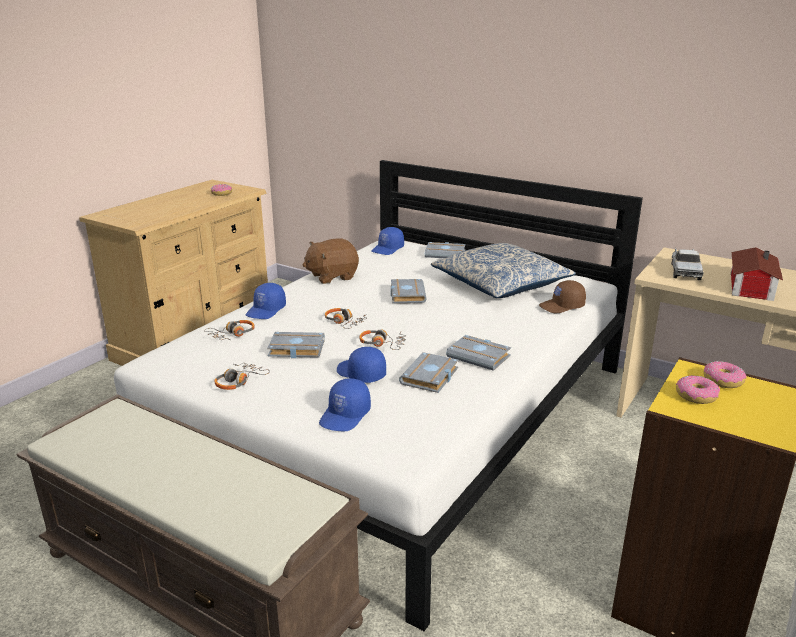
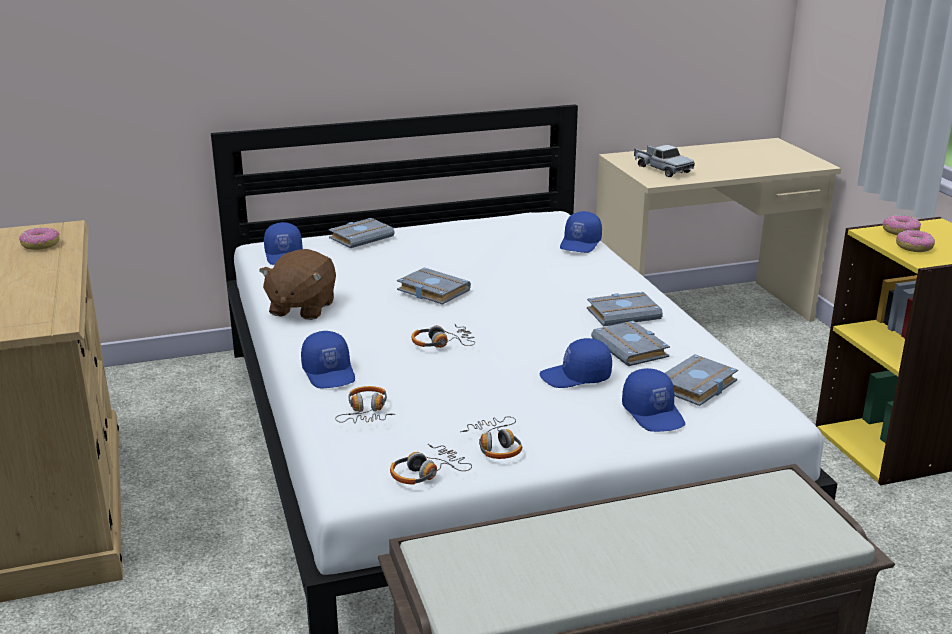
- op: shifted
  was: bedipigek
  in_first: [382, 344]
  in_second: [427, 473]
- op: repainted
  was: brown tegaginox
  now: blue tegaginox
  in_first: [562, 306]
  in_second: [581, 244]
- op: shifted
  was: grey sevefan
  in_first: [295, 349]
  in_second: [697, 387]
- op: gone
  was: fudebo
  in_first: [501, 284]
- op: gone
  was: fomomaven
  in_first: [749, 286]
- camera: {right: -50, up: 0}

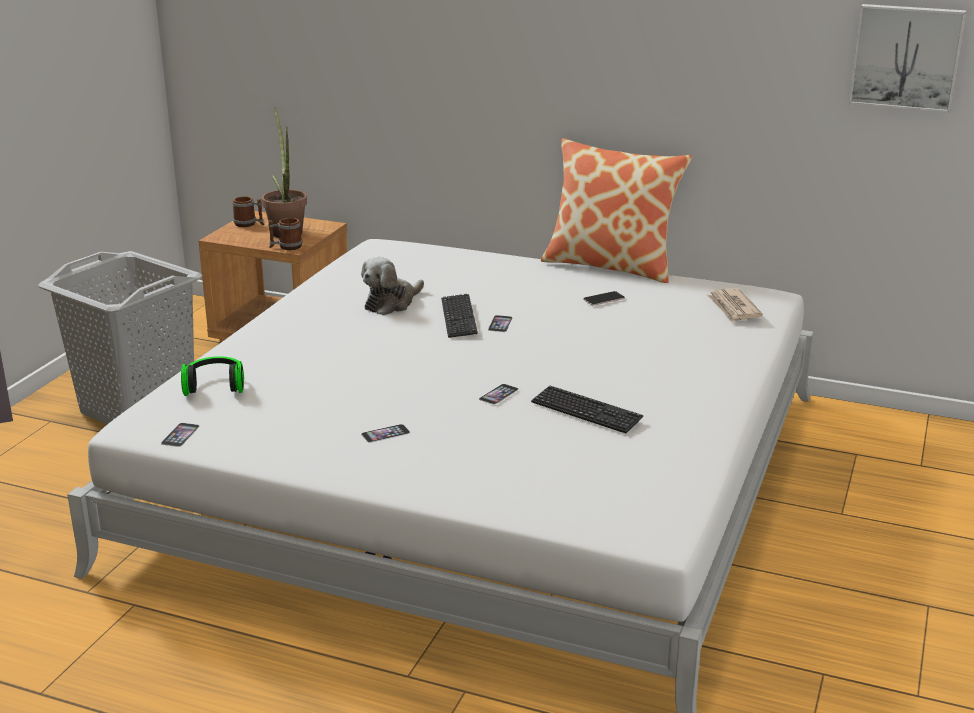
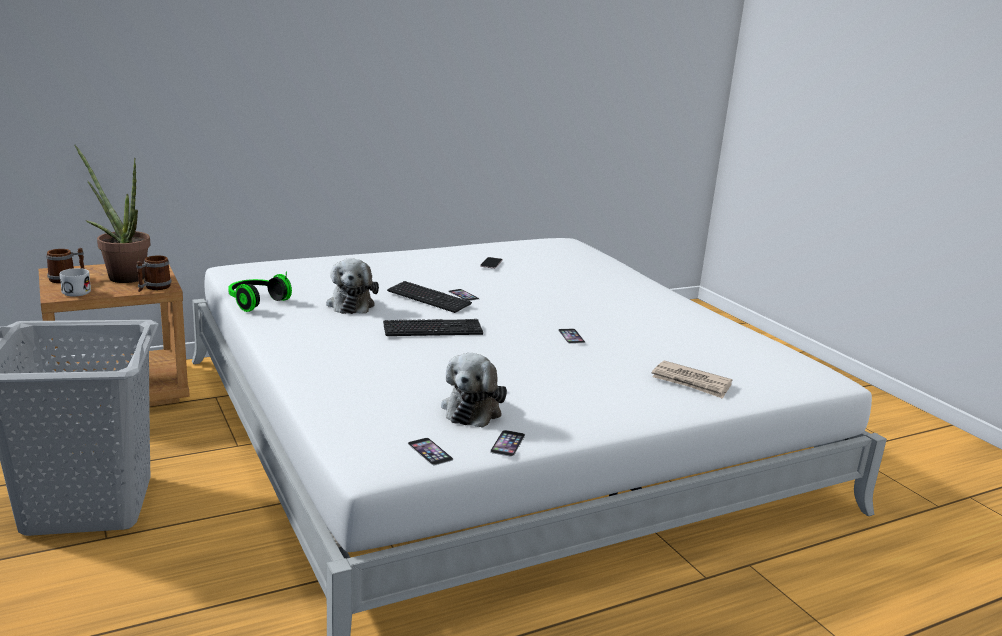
- op: new
  now: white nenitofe
  in_second: [76, 291]
- op: shifted
  was: bedipigek
  in_first: [215, 386]
  in_second: [255, 302]
- op: shifted
  was: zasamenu
  in_first: [586, 411]
  in_second: [432, 330]
- op: new
  now: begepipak
  in_second: [473, 409]
- op: shifted
  was: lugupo
  in_first: [385, 433]
  in_second: [507, 443]
- op: shifted
  was: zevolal
  in_first: [733, 308]
  in_second: [691, 382]
- op: gone
  was: fudebo
  in_first: [611, 265]
- op: gone
  was: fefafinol
  in_first: [906, 57]
- camera: {right: -50, up: -5}

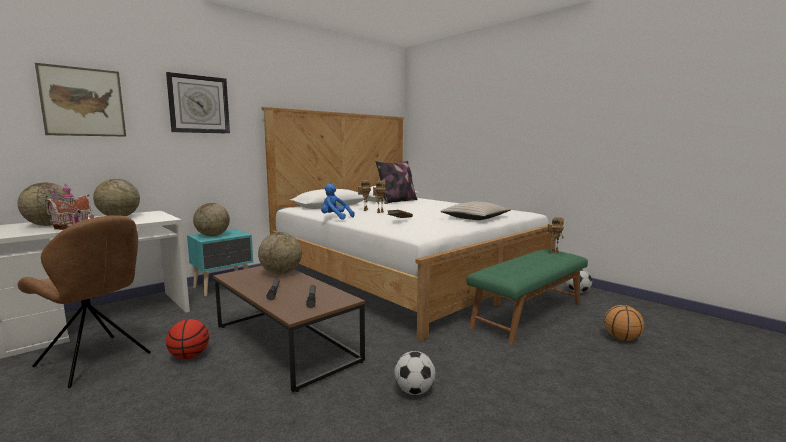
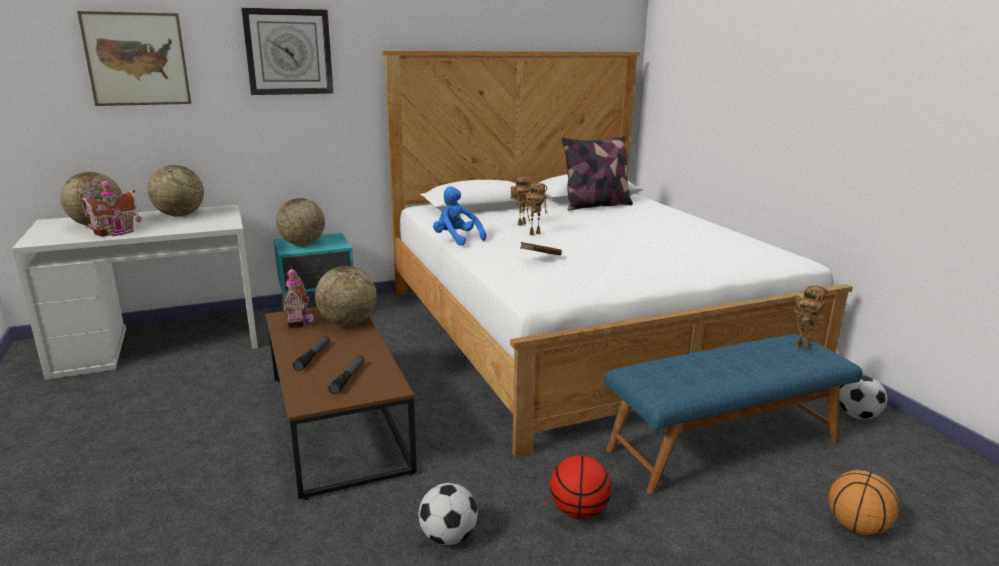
- op: new
  now: fomomaven
  in_second: [300, 321]
- op: shifted
  was: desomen
  in_first: [189, 356]
  in_second: [578, 511]
- op: repainted
  was: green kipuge
  now: blue kipuge
  in_first: [527, 314]
  in_second: [723, 444]
- op: gone
  was: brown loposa
  in_first: [95, 361]
- op: gone
  was: beige fudebo
  in_first: [475, 218]
- camera: {right: 20, up: 10}

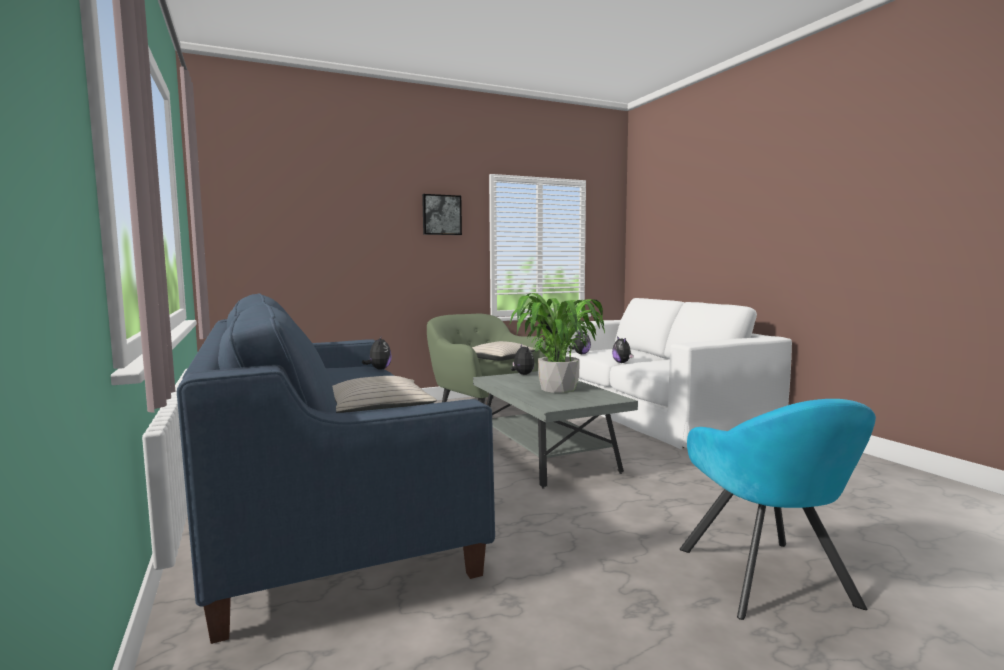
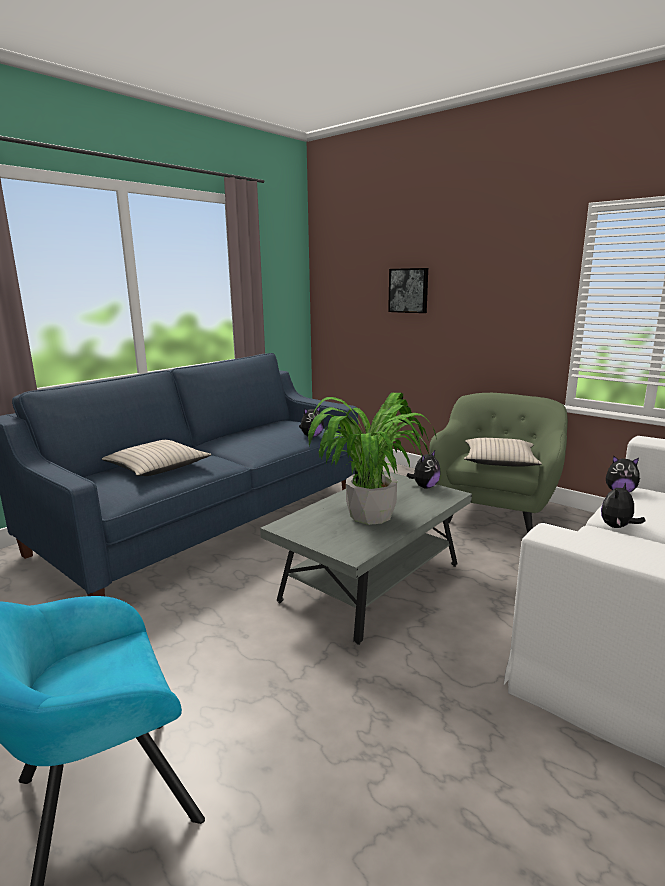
- op: shifted
  was: fefafinol
  in_first: [441, 215]
  in_second: [409, 290]
- camera: {right: 65, up: 10}

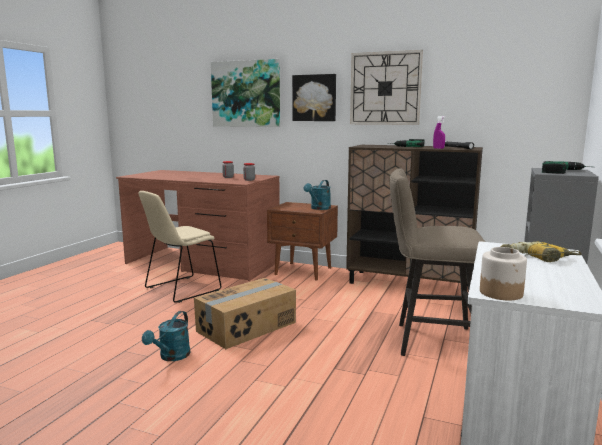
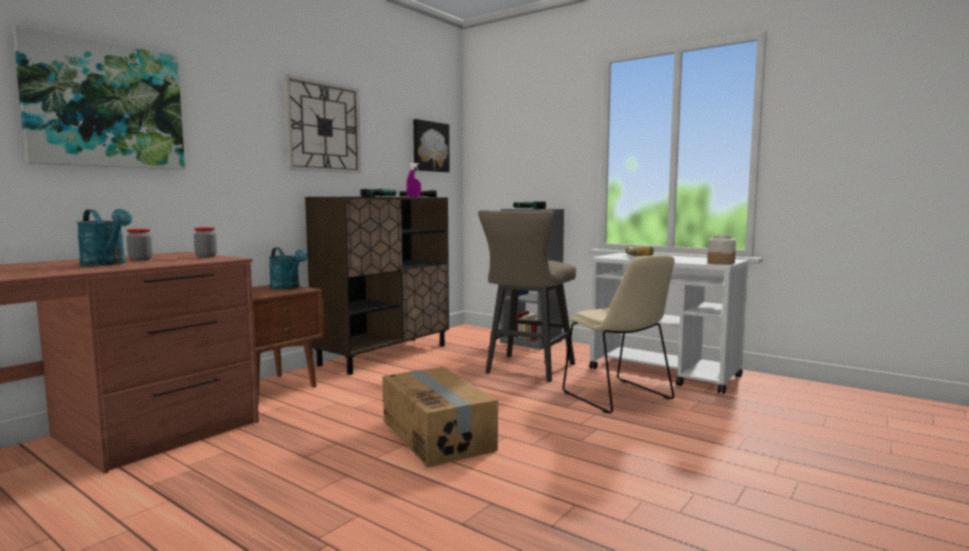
- op: shifted
  was: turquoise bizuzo
  in_first: [171, 357]
  in_second: [107, 264]
- op: shifted
  was: fefafinol
  in_first: [314, 98]
  in_second: [430, 146]
- op: shifted
  was: beige loposa
  in_first: [180, 290]
  in_second: [619, 397]
- camera: {right: -75, up: -5}

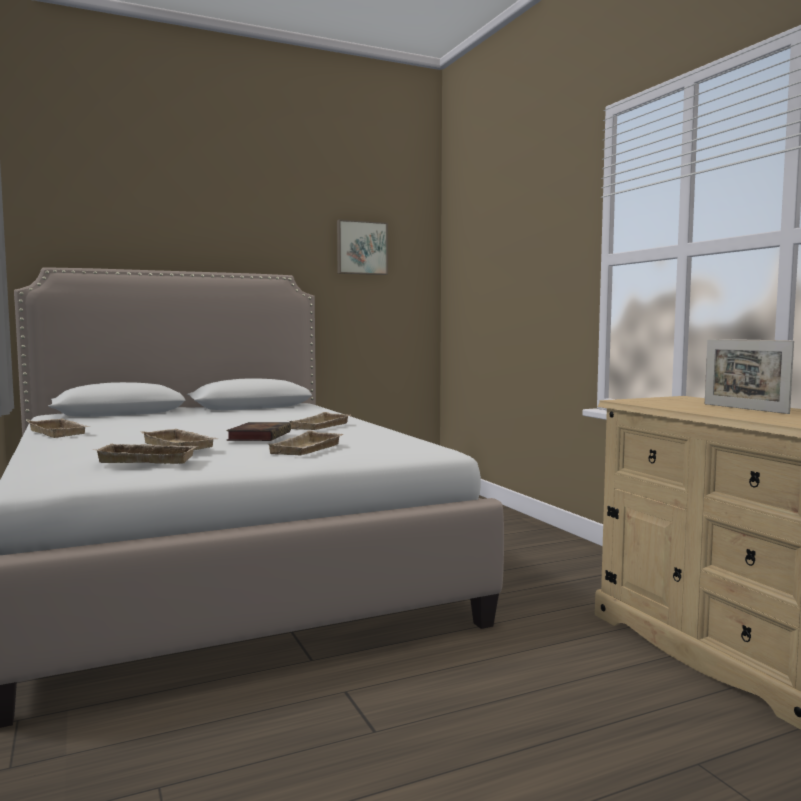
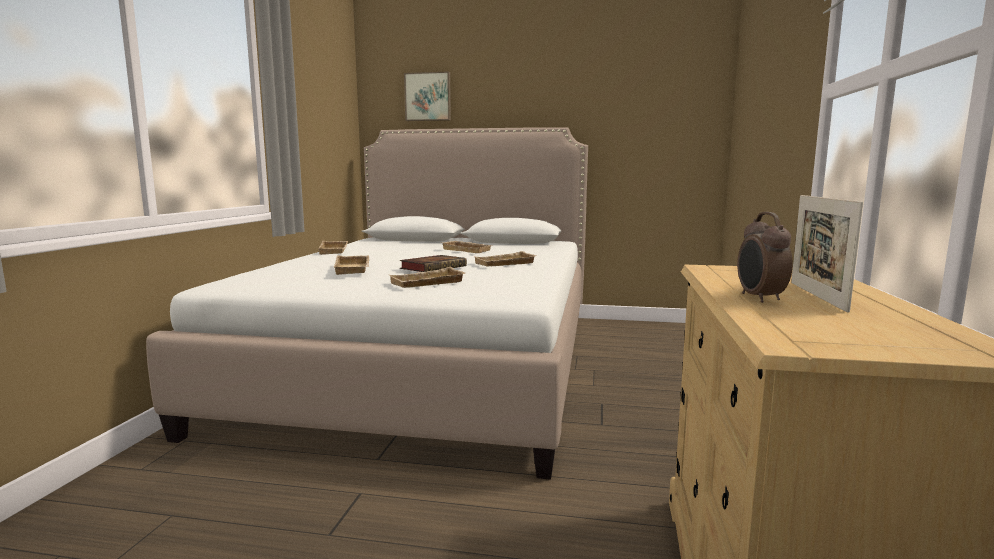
- op: shifted
  was: fefafinol
  in_first: [361, 248]
  in_second: [428, 97]
- op: shifted
  was: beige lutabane
  in_first: [150, 459]
  in_second: [468, 250]
- op: new
  now: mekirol
  in_second: [759, 298]
- camera: {right: 35, up: 5}

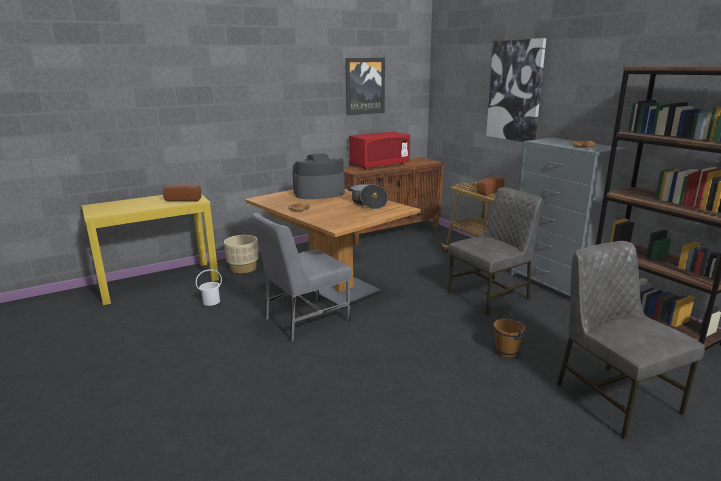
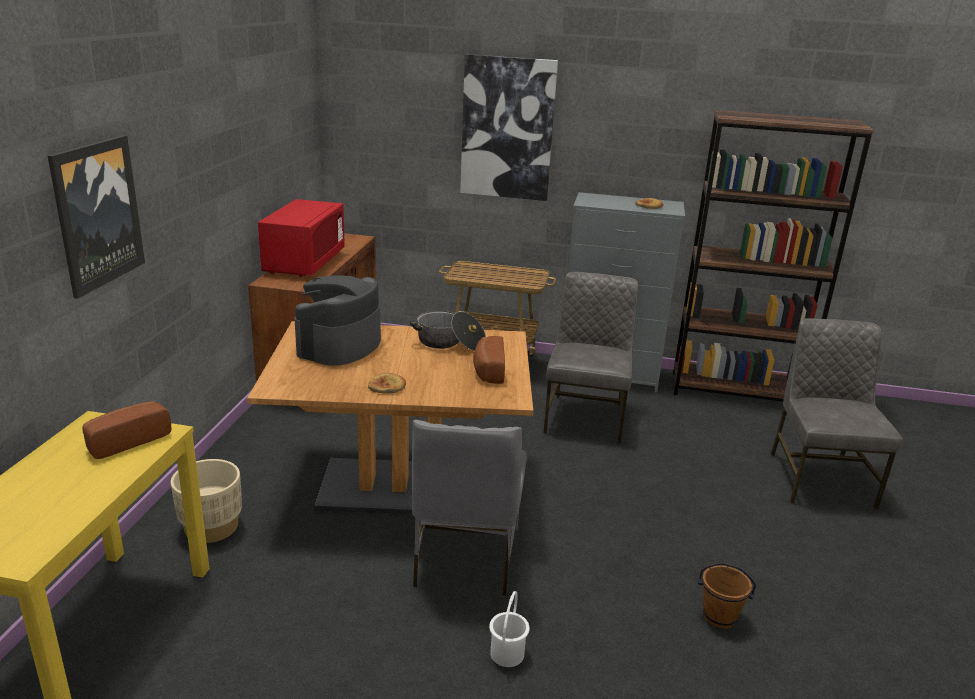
- op: shifted
  was: fefafinol
  in_first: [364, 86]
  in_second: [97, 214]
- op: shifted
  was: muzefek
  in_first: [488, 191]
  in_second: [487, 371]
- op: shifted
  was: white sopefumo
  in_first: [211, 301]
  in_second: [506, 654]
- op: shifted
  was: brown sopefumo
  in_first: [506, 352]
  in_second: [719, 618]
- op: rotated
  was: grey loposa
  in_first: [614, 398]
  in_second: [819, 478]
  clockwise: 75
- camera: {right: -50, up: 5}

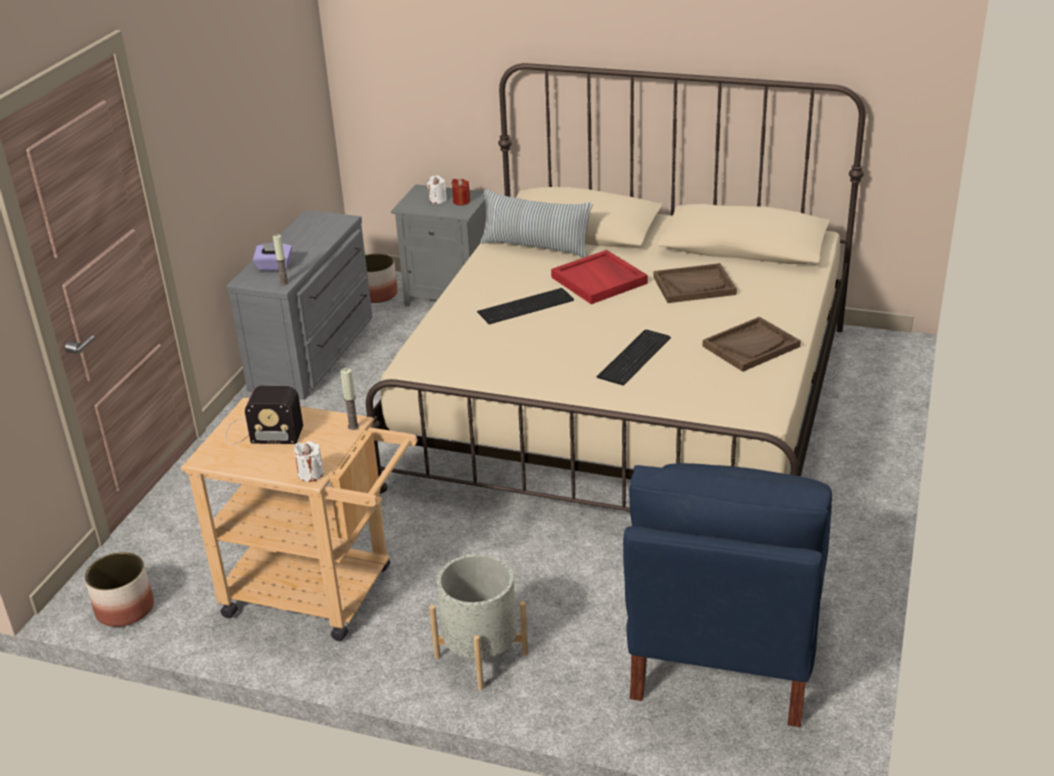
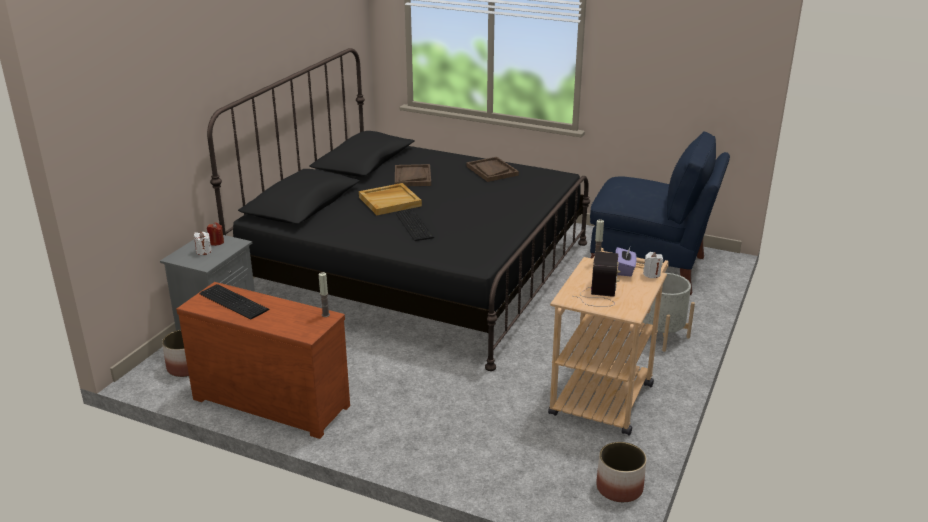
- op: repainted
  was: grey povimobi
  now: brown povimobi
  in_first: [316, 353]
  in_second: [273, 400]
- op: shifted
  was: zasamenu
  in_first: [636, 357]
  in_second: [234, 301]
- op: repainted
  was: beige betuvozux
  now: black betuvozux
  in_first: [627, 403]
  in_second: [417, 272]
- op: repainted
  was: red lutabane
  now: beige lutabane
  in_first: [600, 280]
  in_second: [390, 201]
- op: shifted
  was: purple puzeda
  in_first: [274, 267]
  in_second: [624, 270]
- op: gone
  was: fudebo
  in_first: [536, 247]
- camera: {right: -85, up: -5}

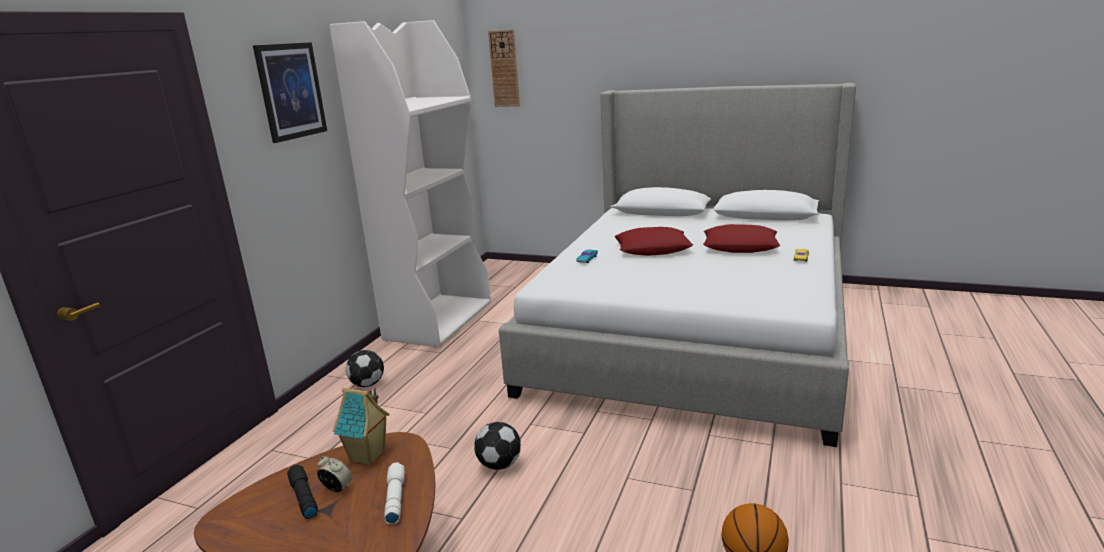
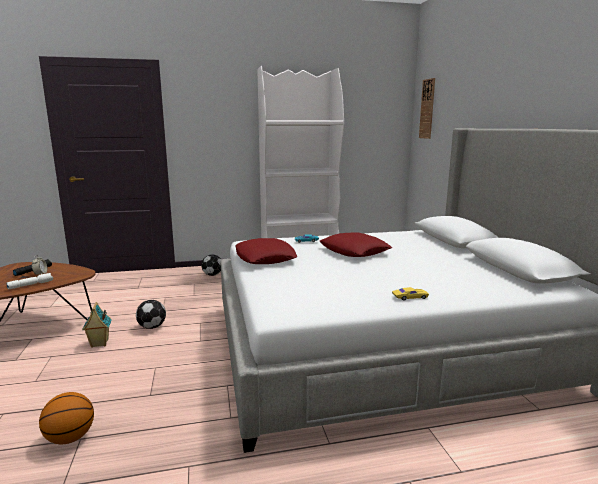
- op: shifted
  was: fomomaven
  in_first: [368, 456]
  in_second: [99, 344]
- op: shifted
  was: red fudebo
  in_first: [740, 246]
  in_second: [265, 258]
- op: gone
  was: fefafinol
  in_first: [291, 91]
- camera: {right: 55, up: -5}

